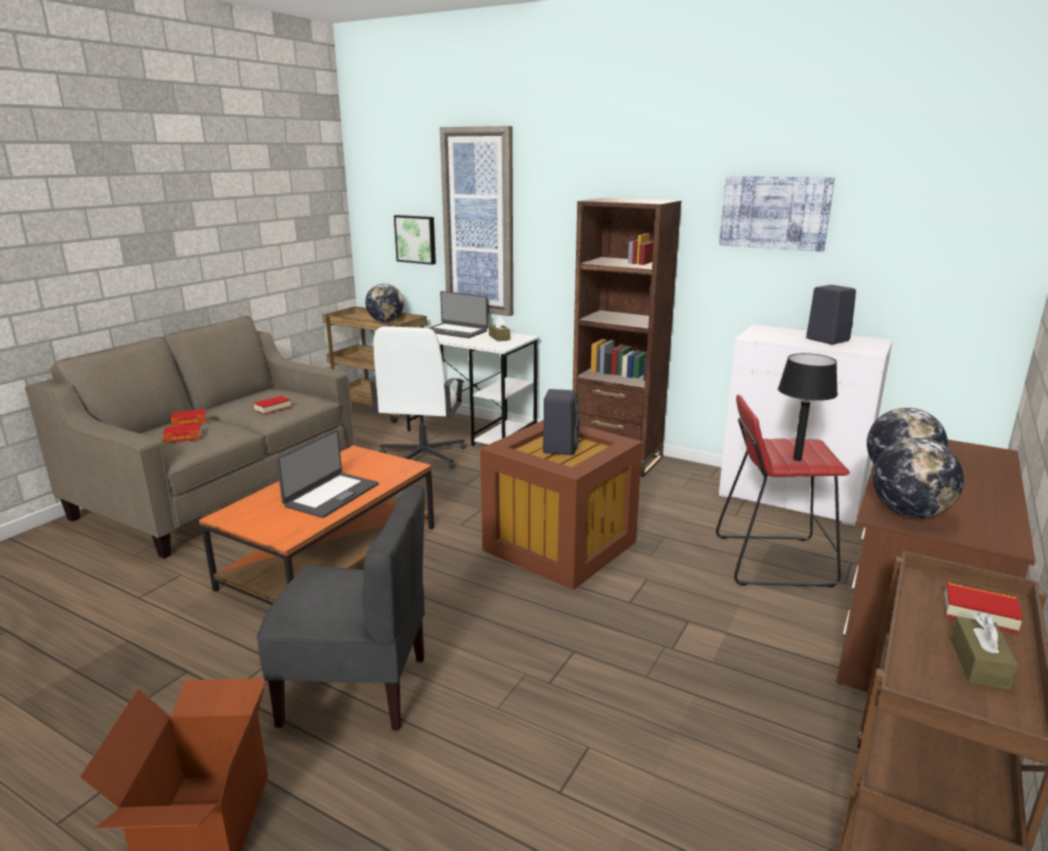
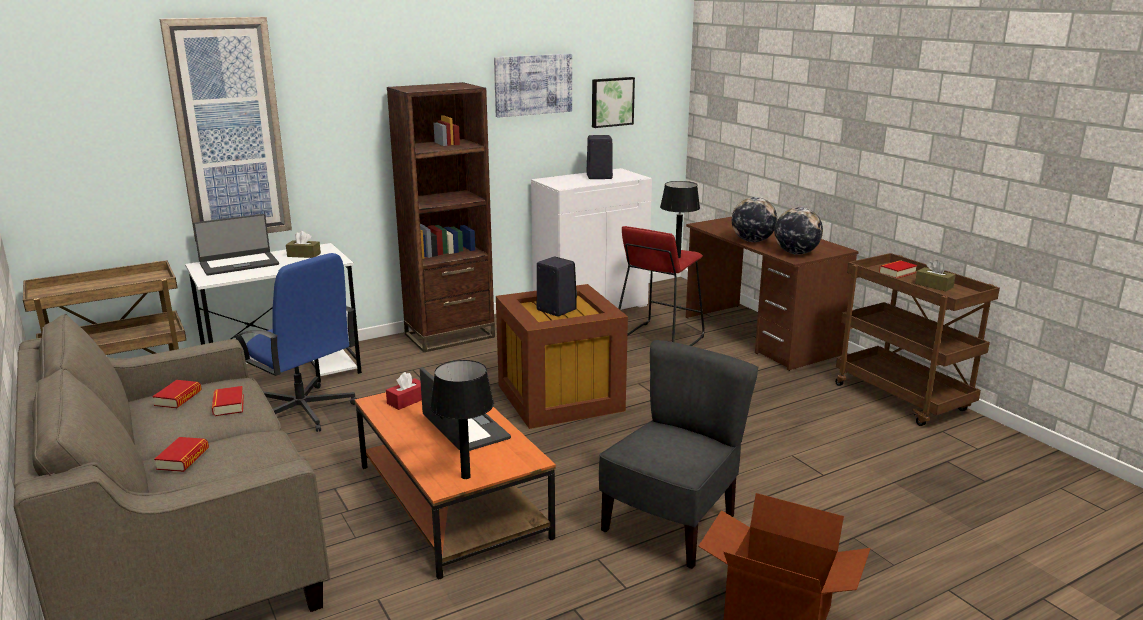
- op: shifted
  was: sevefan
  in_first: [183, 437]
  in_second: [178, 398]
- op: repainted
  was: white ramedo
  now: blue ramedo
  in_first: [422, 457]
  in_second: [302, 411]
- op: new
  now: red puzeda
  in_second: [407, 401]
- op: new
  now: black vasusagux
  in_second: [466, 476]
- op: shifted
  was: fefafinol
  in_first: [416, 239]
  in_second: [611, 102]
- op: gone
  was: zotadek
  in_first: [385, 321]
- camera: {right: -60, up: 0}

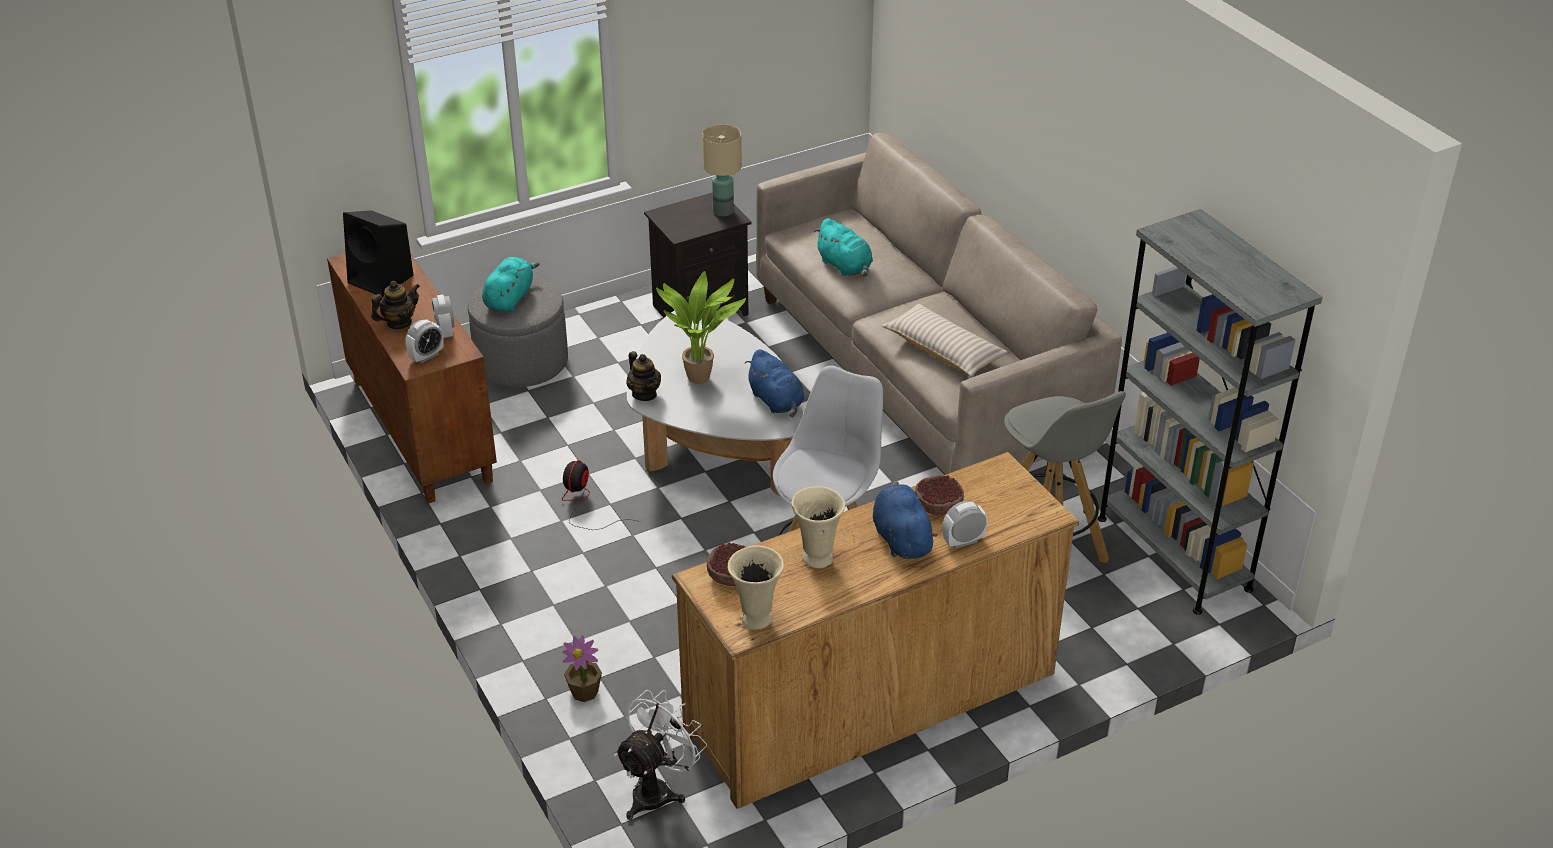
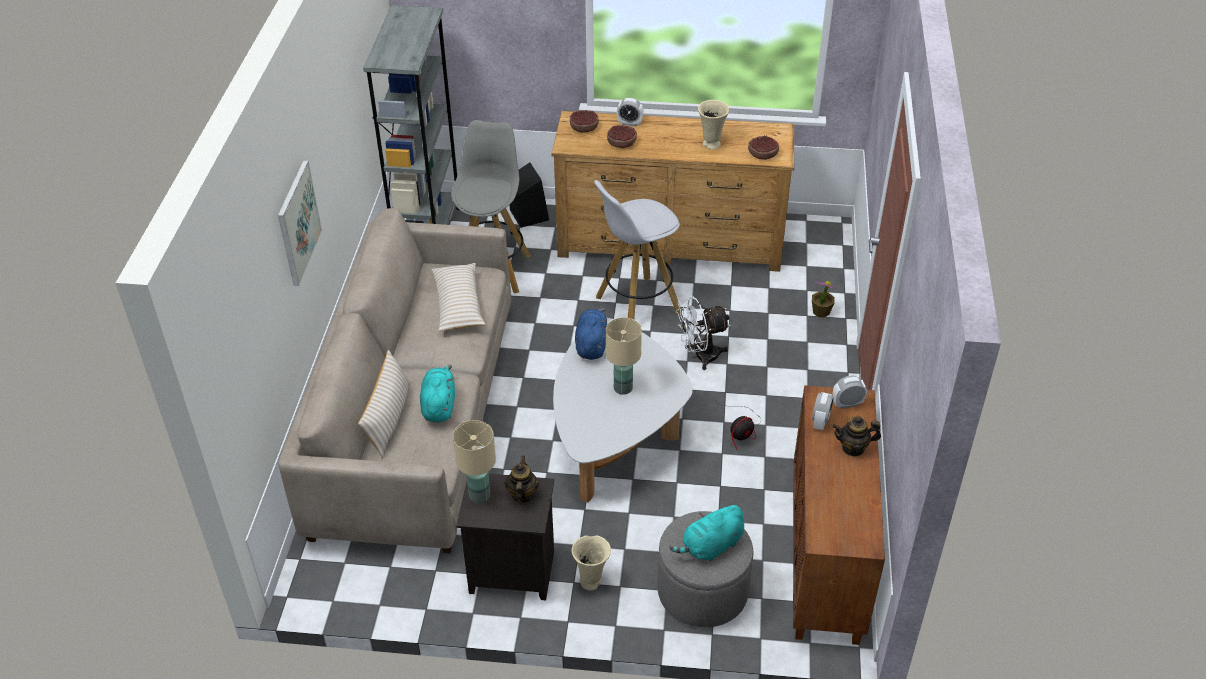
- op: new
  now: fefafinol
  in_second: [298, 223]
- op: new
  now: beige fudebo
  in_second: [389, 419]
- op: shifted
  was: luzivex
  in_first: [644, 394]
  in_second: [522, 494]
- op: shifted
  was: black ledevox
  in_first: [382, 279]
  in_second: [528, 214]
- op: new
  now: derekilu
  in_second: [584, 127]
- op: shifted
  was: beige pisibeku
  in_first: [756, 619]
  in_second: [592, 581]
- op: swapped
  was: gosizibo
  now: beige vasusagux
  in_first: [702, 377]
  in_second: [623, 388]
- op: shifted
  was: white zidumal
  in_first: [658, 790]
  in_second: [700, 356]
- op: gone
  was: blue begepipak
  in_first: [901, 538]
- camera: {right: -145, up: 5}

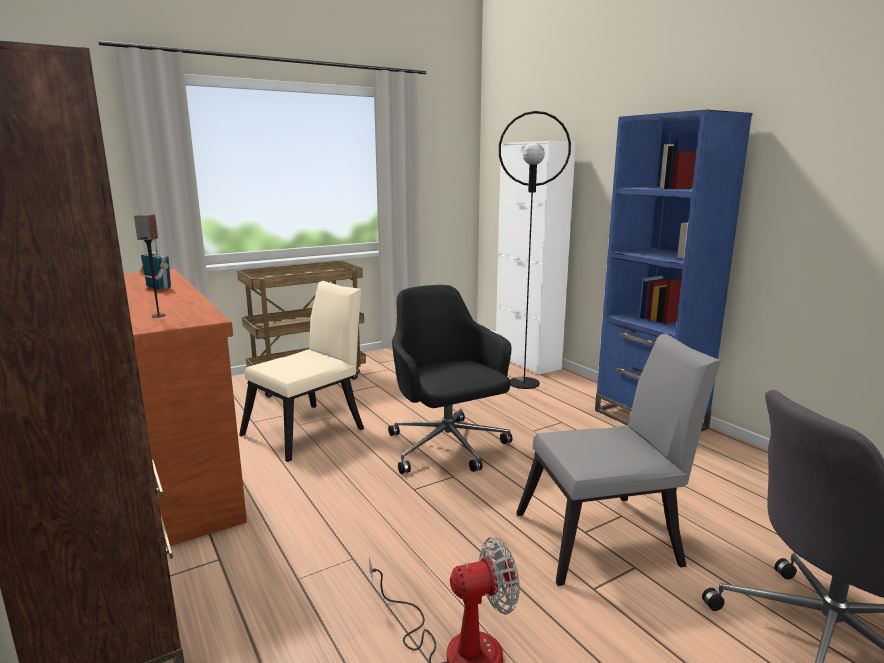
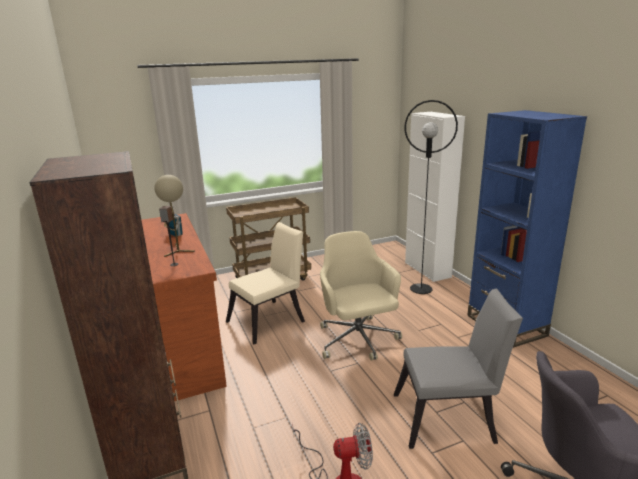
- op: new
  now: beige vasusagux
  in_second: [178, 250]
- op: repainted
  was: black ramedo
  now: beige ramedo
  in_first: [447, 448]
  in_second: [357, 340]
- camera: {right: 10, up: 5}

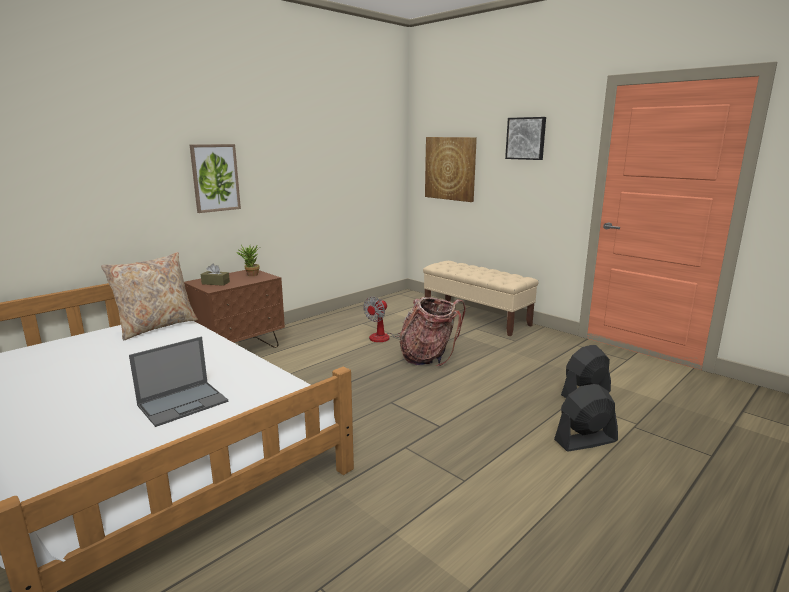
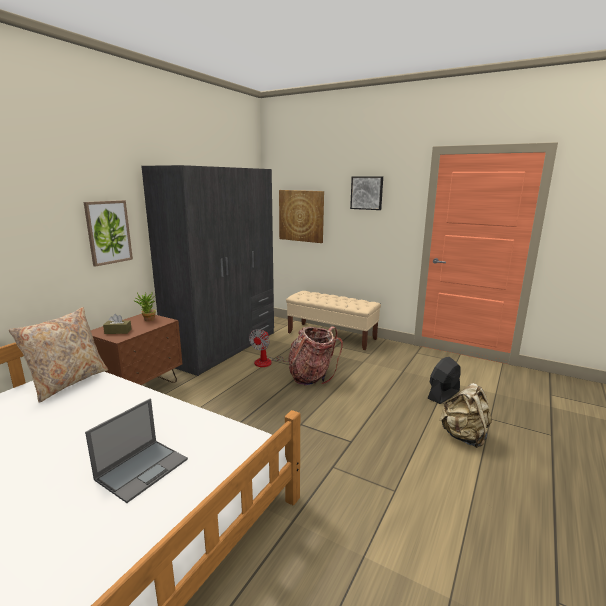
- op: new
  now: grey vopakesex
  in_second: [224, 347]
- op: swapped
  was: black zidumal
  now: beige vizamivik
  in_first: [585, 441]
  in_second: [464, 437]
- camera: {right: -15, up: 0}

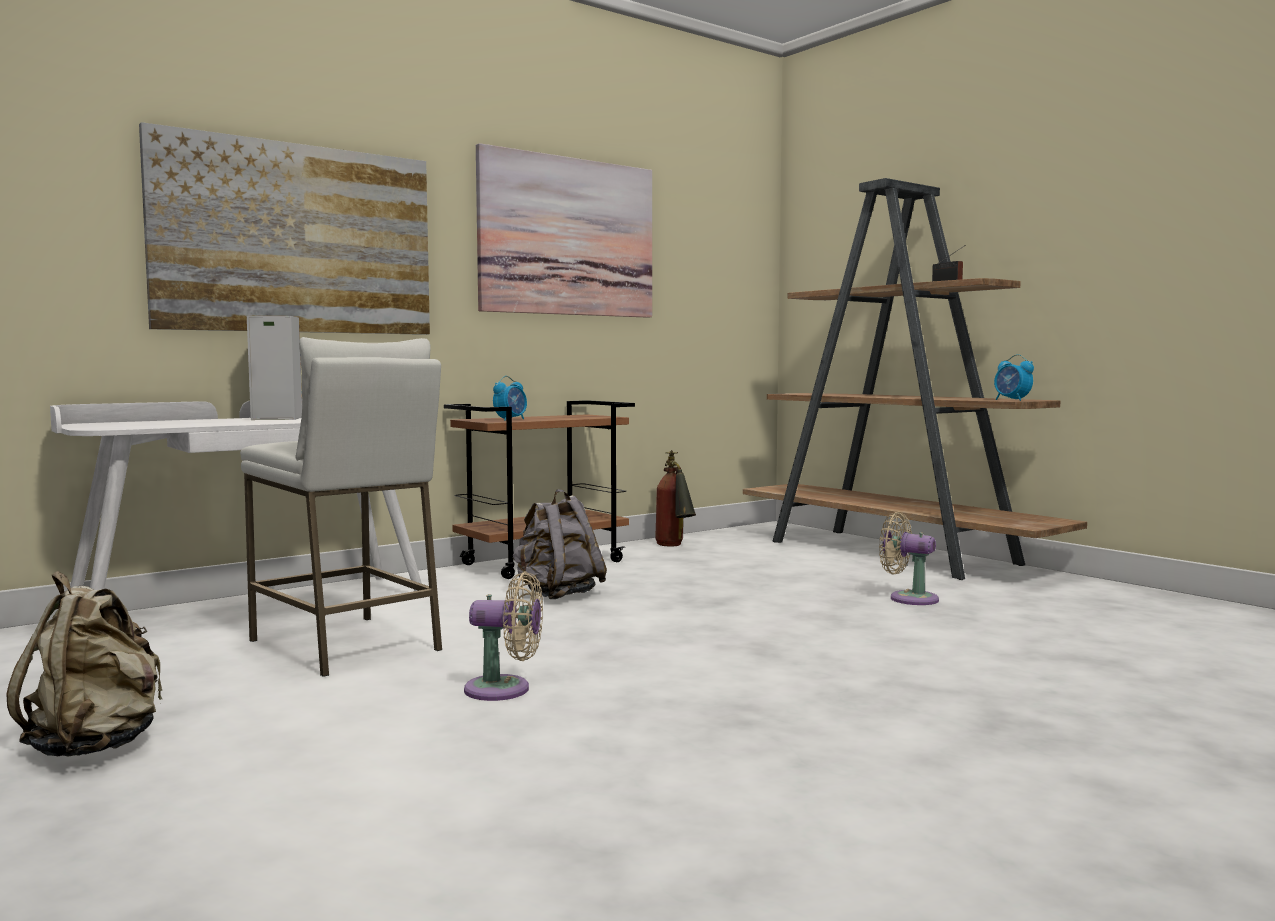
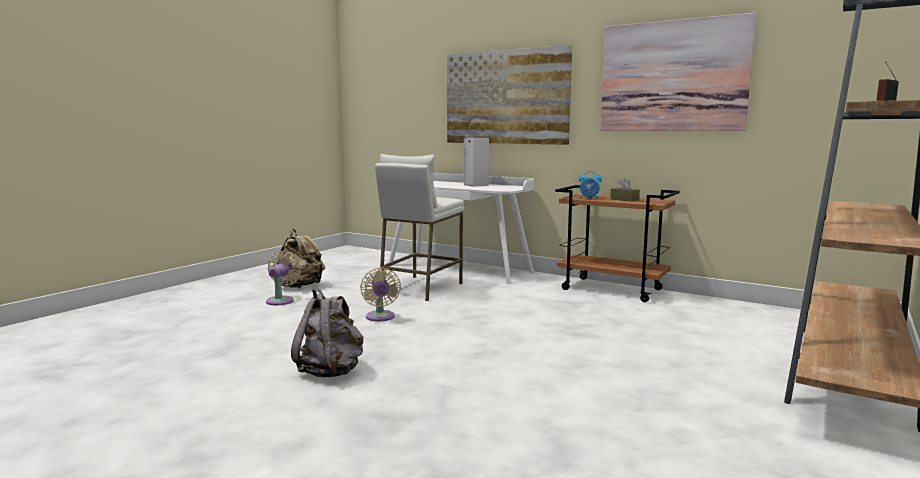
- op: shifted
  was: beige zidumal
  in_first: [908, 598]
  in_second: [281, 300]
- op: shifted
  was: grey vizamivik
  in_first: [557, 595]
  in_second: [331, 371]
- op: new
  now: brown puzeda
  in_second: [624, 199]
- op: gone
  was: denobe
  in_first: [674, 546]
- op: gone
  was: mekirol
  in_first: [1012, 400]
- camera: {right: 70, up: 5}

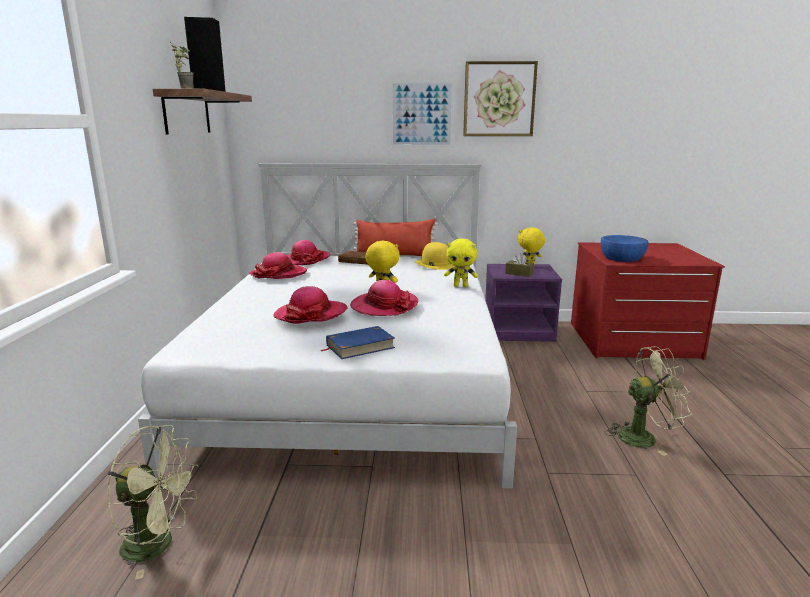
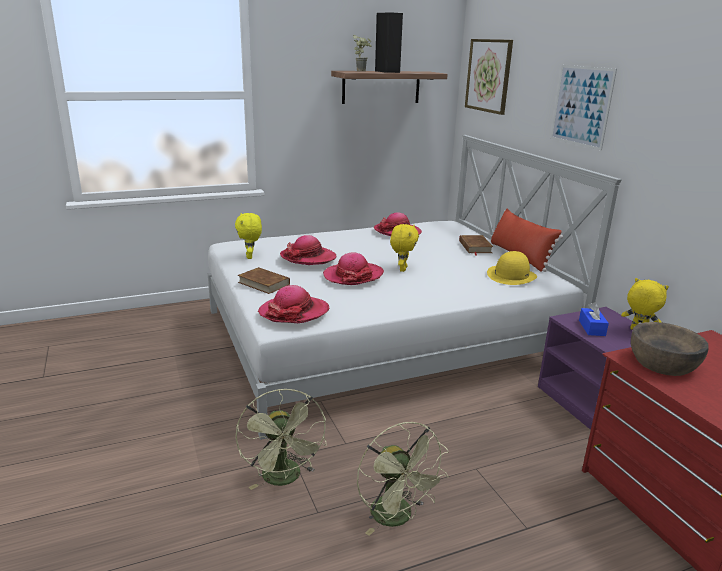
- op: shifted
  was: yellow begepipak
  in_first: [461, 286]
  in_second: [250, 257]
- op: shifted
  was: green zidumal
  in_first: [158, 544]
  in_second: [284, 479]
- op: repainted
  was: blue sevefan
  now: brown sevefan
  in_first: [360, 346]
  in_second: [264, 283]
- op: shifted
  was: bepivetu
  in_first: [305, 260]
  in_second: [294, 312]
- op: shifted
  was: fefafinol
  in_first: [499, 99]
  in_second: [488, 75]
- op: repainted
  was: brown puzeda
  now: blue puzeda
  in_first: [519, 273]
  in_second: [592, 328]
- op: repainted
  was: blue derekilu
  now: brown derekilu
  in_first: [622, 257]
  in_second: [663, 363]
- camera: {right: 65, up: 5}

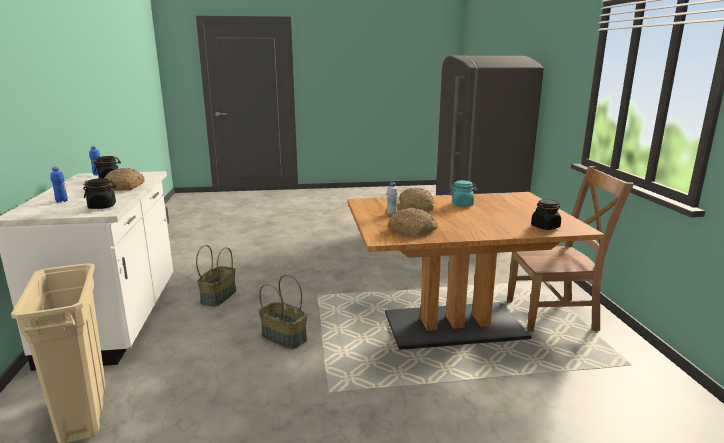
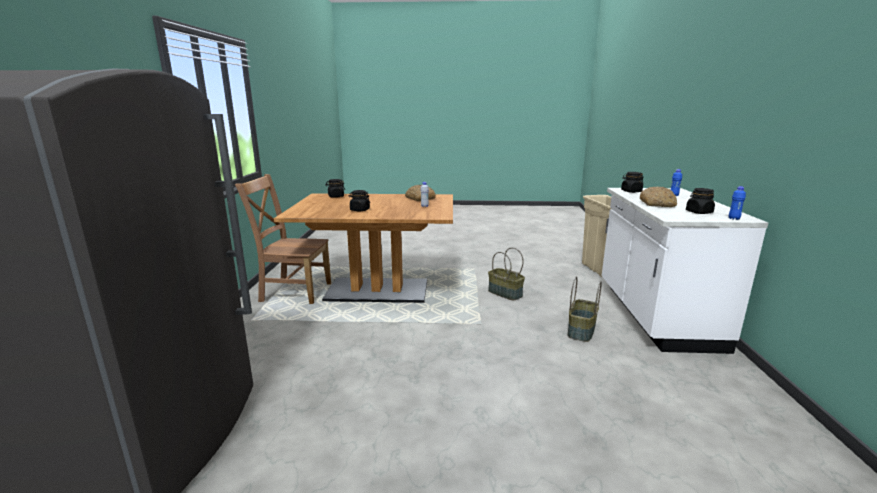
- op: repainted
  was: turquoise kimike
  now: black kimike
  in_first: [462, 204]
  in_second: [359, 210]
- op: gone
  was: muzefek
  in_first: [416, 207]
- camera: {right: -170, up: 0}

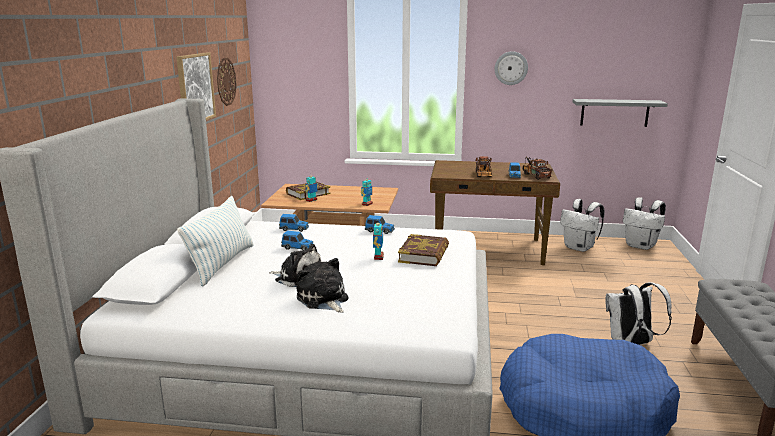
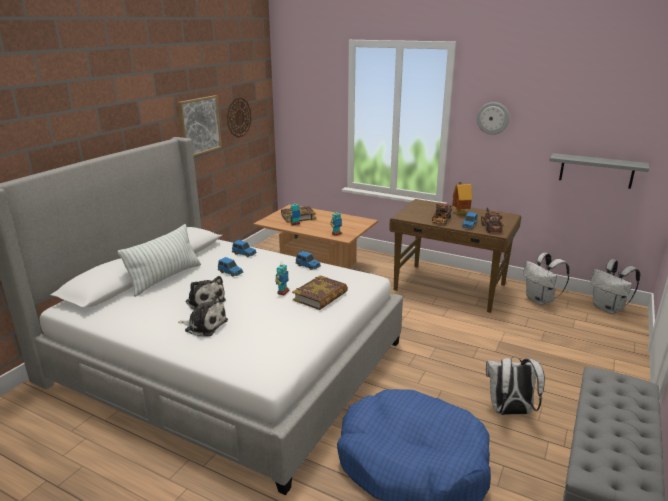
- op: rotated
  was: begepipak
  in_first: [323, 299]
  in_second: [204, 325]
  clockwise: 120
- op: new
  now: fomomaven
  in_second: [460, 213]
- camera: {right: 20, up: 5}

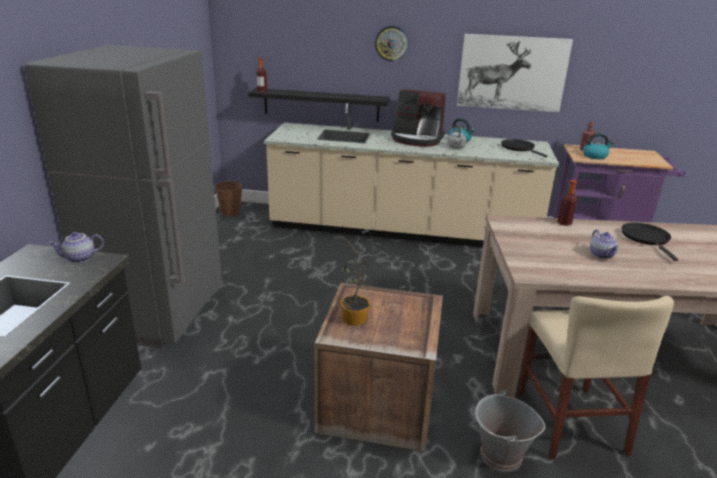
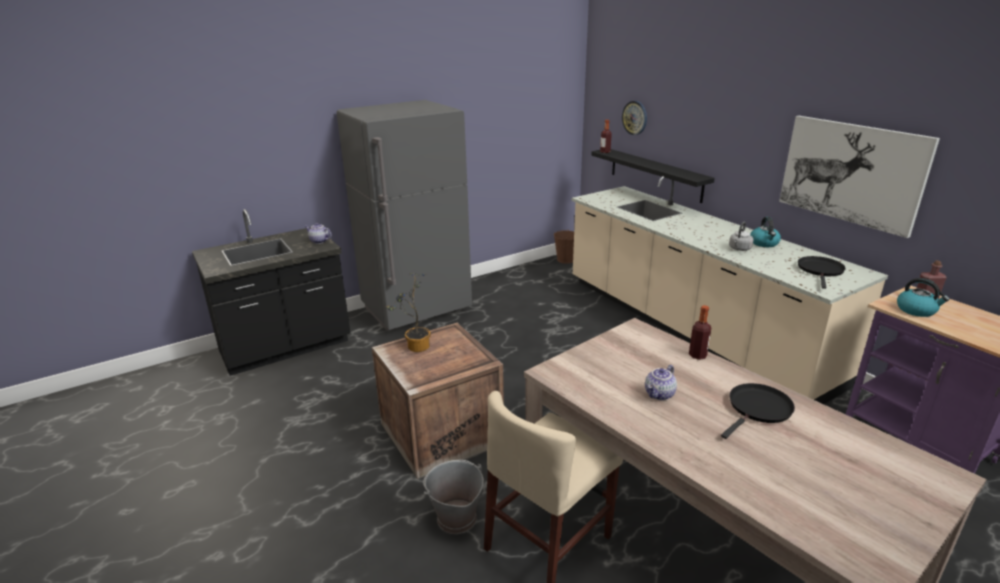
- op: shifted
  was: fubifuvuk
  in_first: [391, 43]
  in_second: [635, 117]
- op: gone
  was: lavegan
  in_first: [417, 139]
- camera: {right: 50, up: 0}

